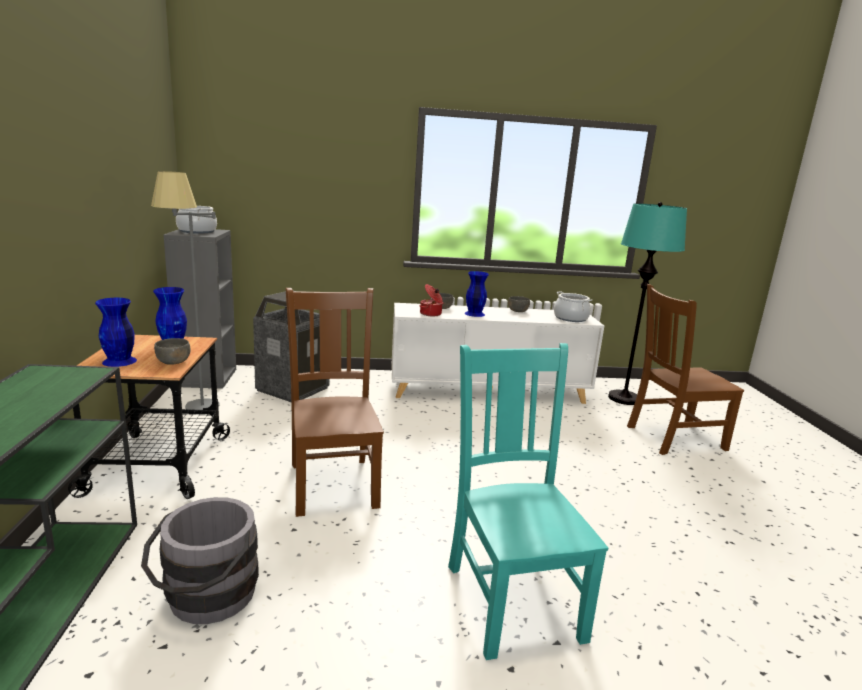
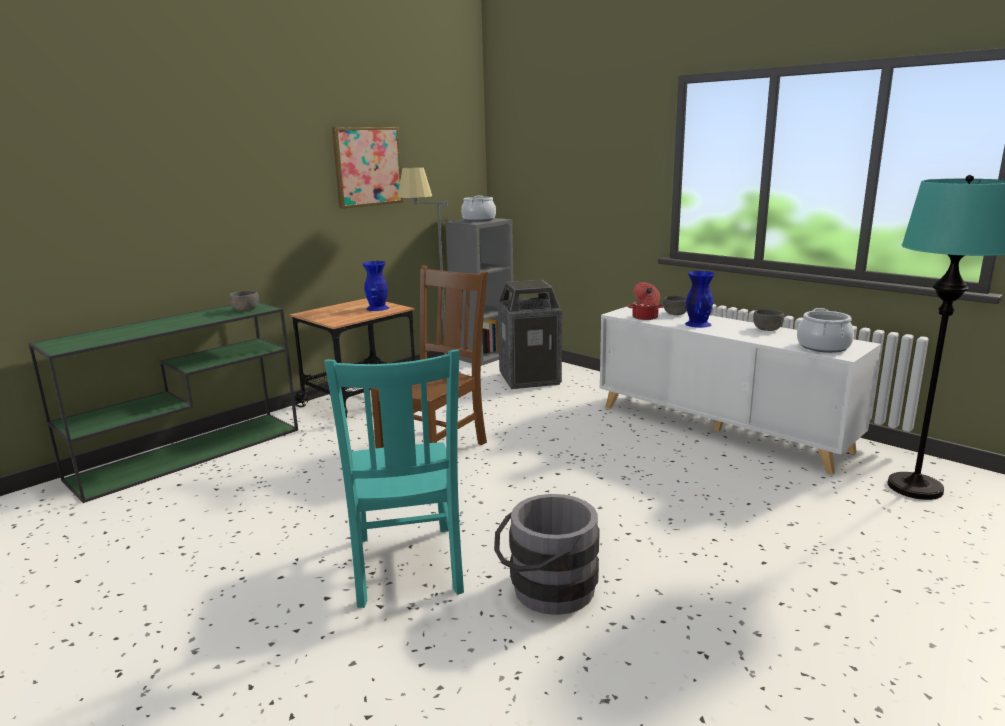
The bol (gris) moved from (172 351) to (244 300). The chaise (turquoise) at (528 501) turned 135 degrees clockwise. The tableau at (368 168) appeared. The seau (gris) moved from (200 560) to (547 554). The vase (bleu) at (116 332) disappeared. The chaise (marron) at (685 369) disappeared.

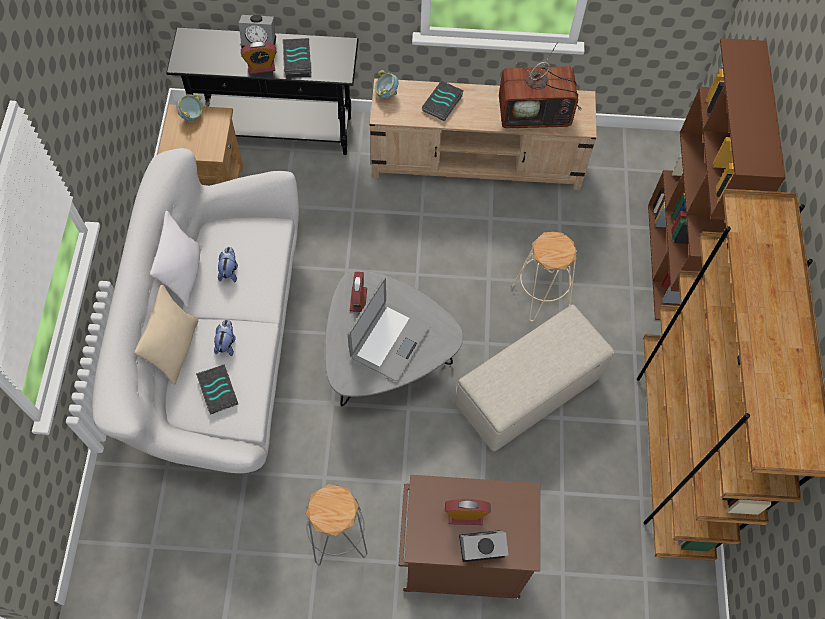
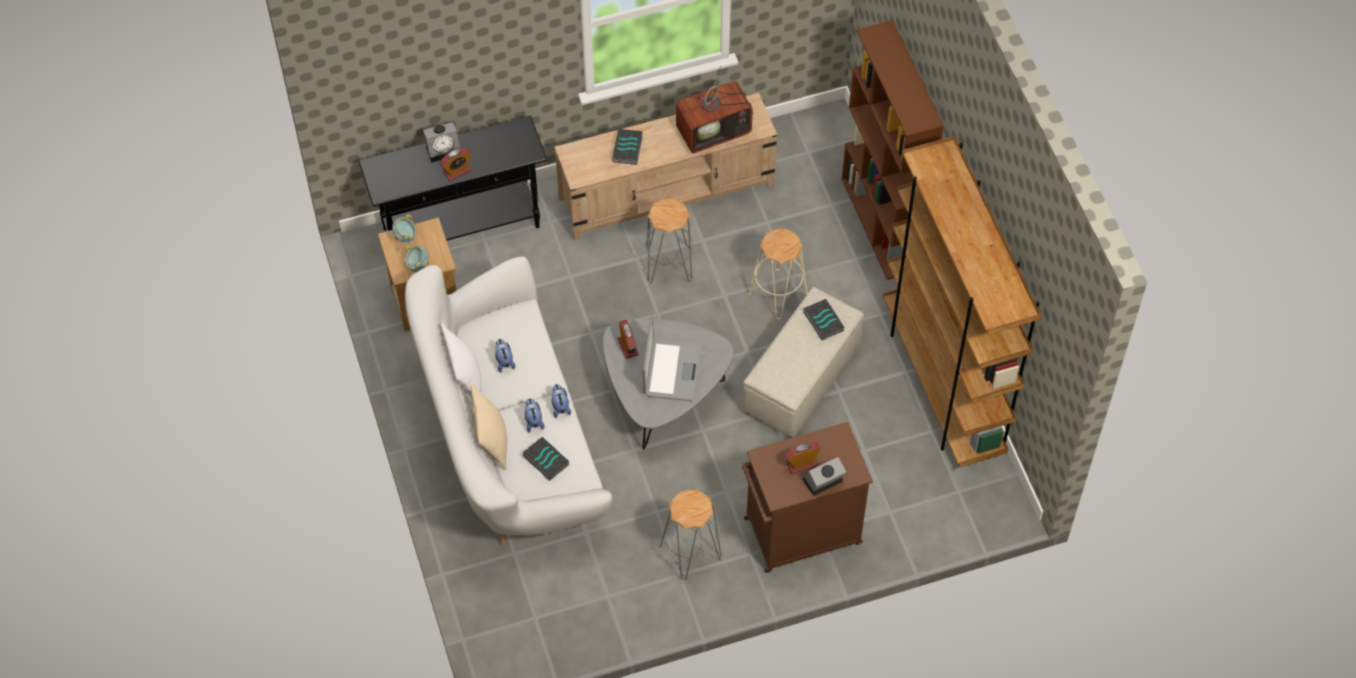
The bol moved from (386 84) to (416 259). The peluche at (561 401) appeared. The tabouret (gris) at (669 240) appeared. The livre moved from (297 56) to (823 320).

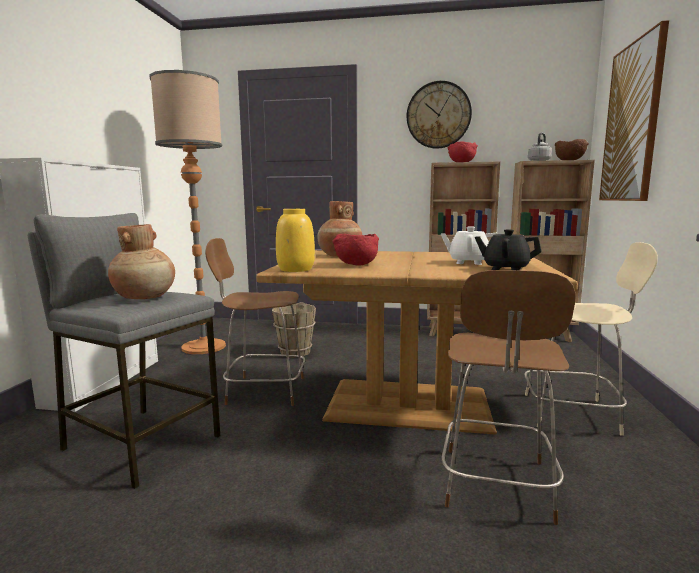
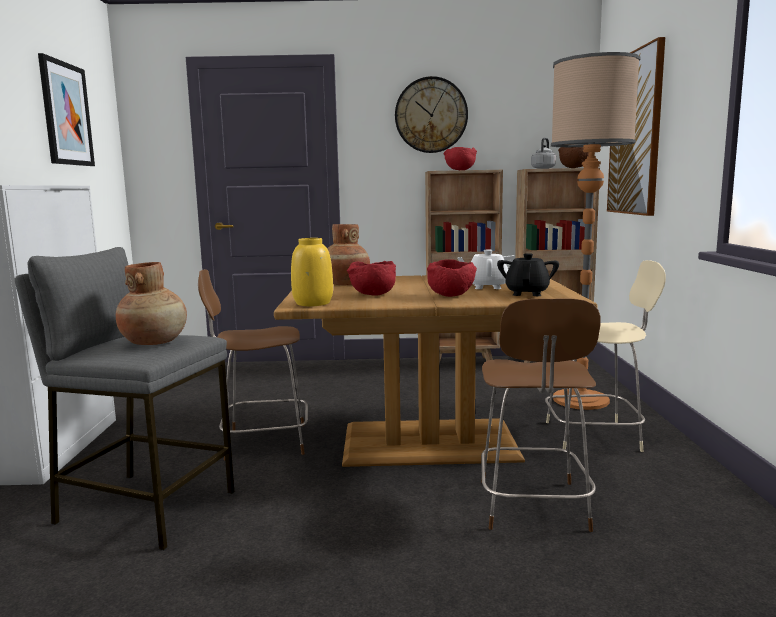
The tableau at (66 109) appeared. The bol (rouge) at (452 278) appeared. The théière (noir) at (508 250) turned 90 degrees clockwise. The lampadaire moved from (187 212) to (596 231). The seau (marron) at (294 330) disappeared.

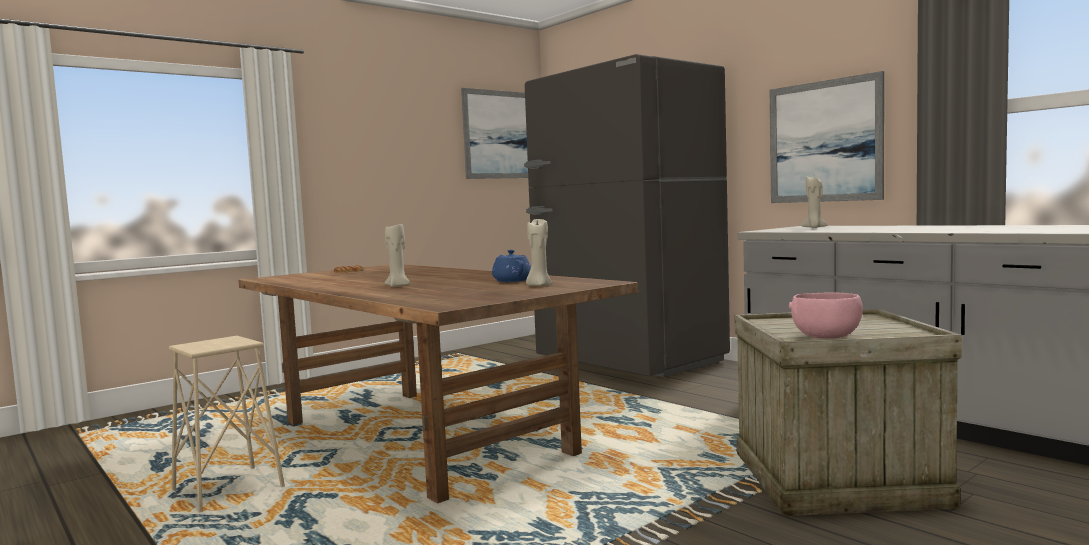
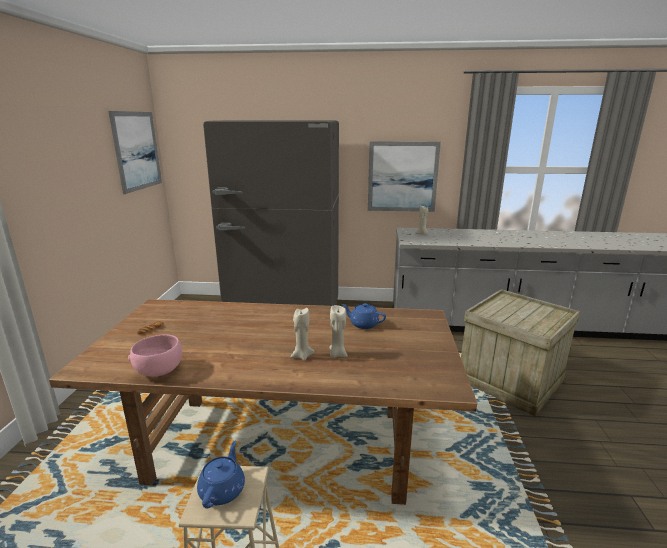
The bol (rose) moved from (826 315) to (155 355). The théière (bleu) at (221 474) appeared. The bougie (beige) moved from (539 252) to (339 331).

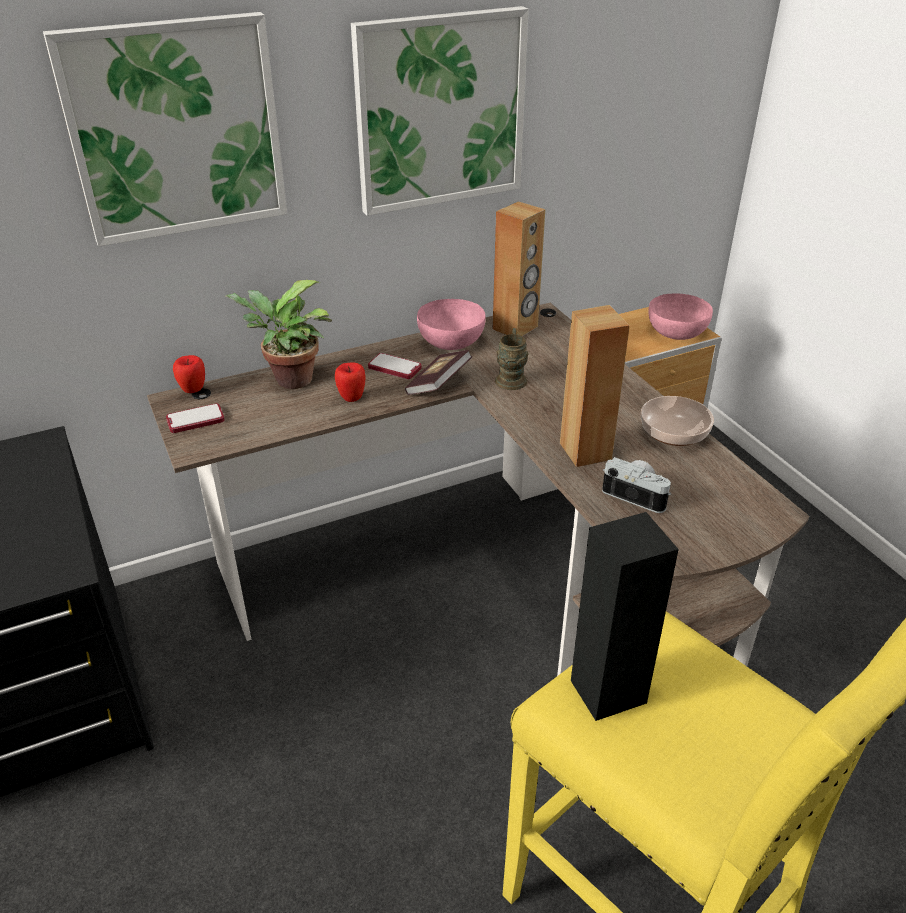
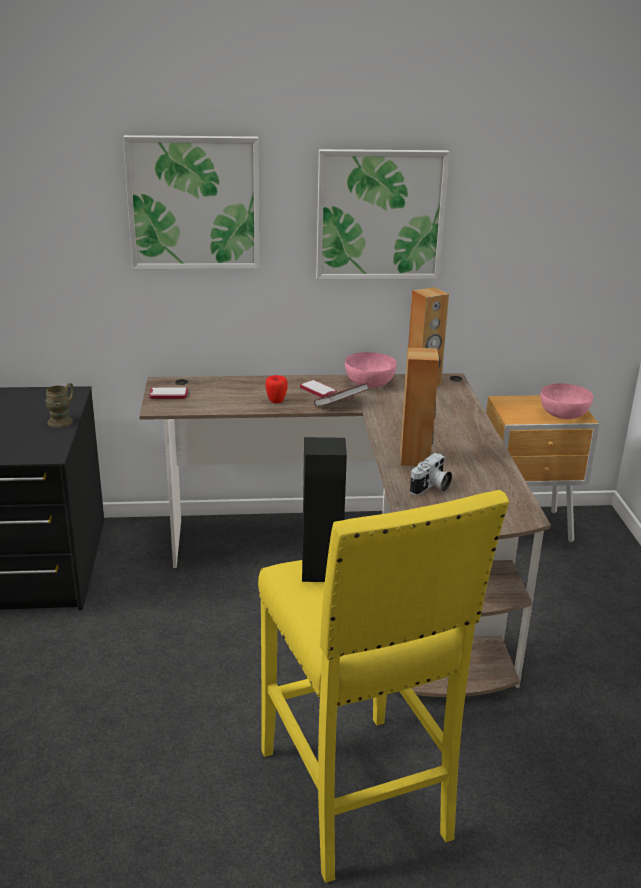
The mug (marron) moved from (512 359) to (59 405). The appareil photo at (636 485) turned 75 degrees clockwise. The pomme at (189 374) disappeared. The plante en pot at (279 334) disappeared. The bol at (677 421) disappeared.

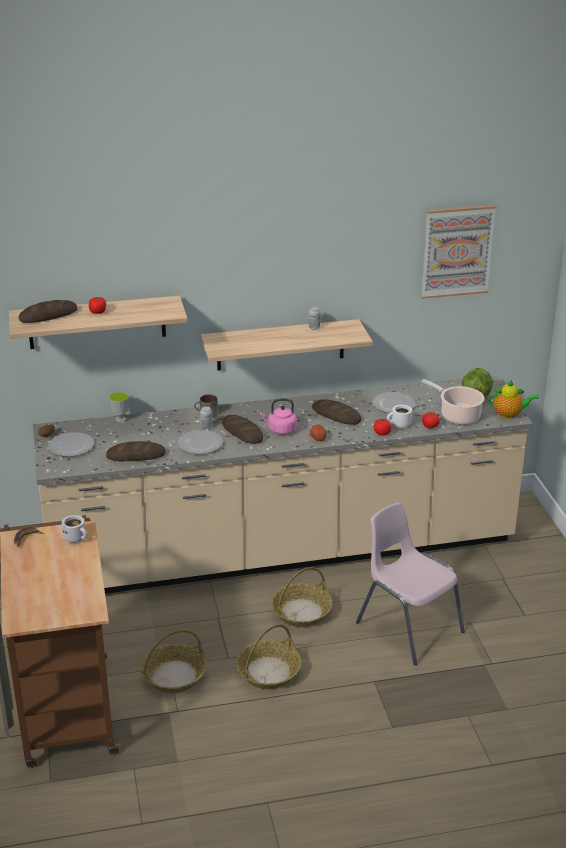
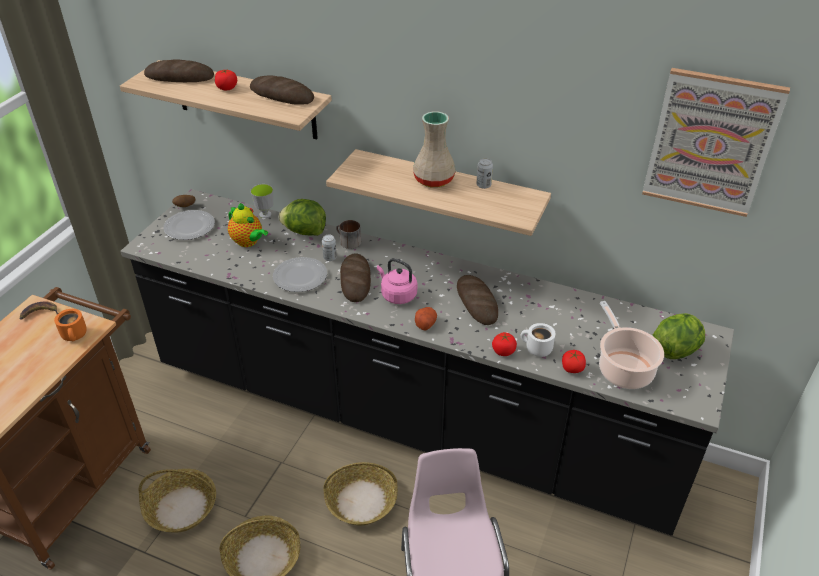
The mug (blanc) at (74 529) became the mug (orange) at (70 325). The comptoir de cuisine (beige) at (283 485) became the comptoir de cuisine (noir) at (427 362). The théière moved from (514 399) to (248 225). The pain moved from (136 451) to (282 89). The laitue at (302 217) appeared. The vase (beige) at (434 149) appeared. The assiette at (393 402) disappeared.

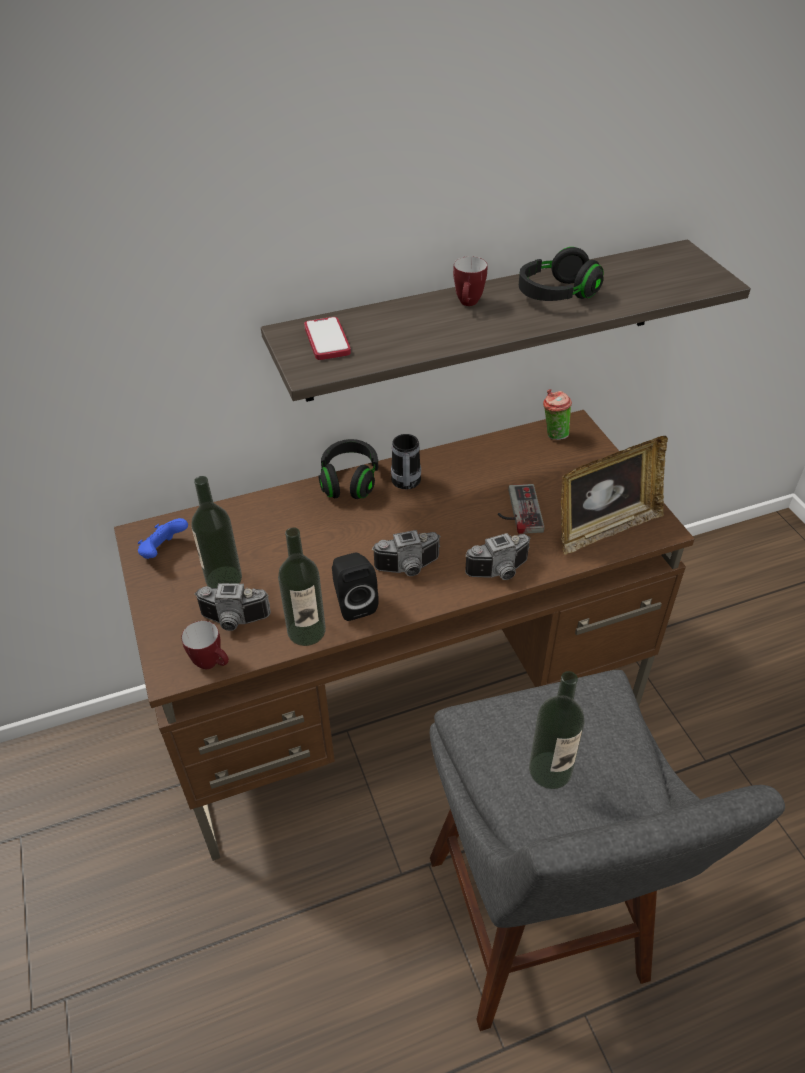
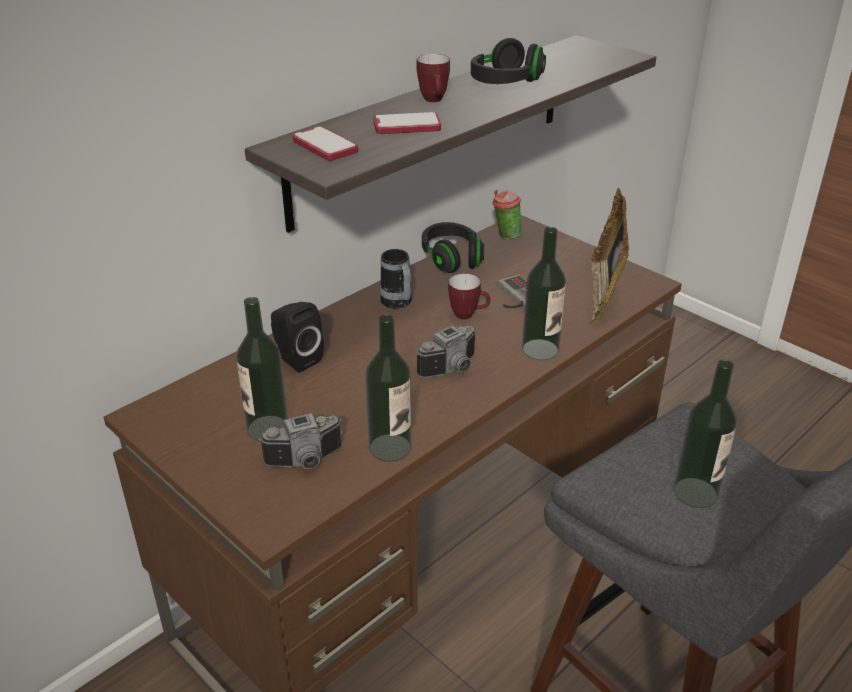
The enceinte (noir) moved from (355 587) to (297 337). The téléphone at (407 123) appeared. The casque audio (noir) moved from (348 469) to (453 247). The mug moved from (205 645) to (469 296). The appareil photo at (498 556) was replaced by the bouteille at (544 293). The cadre photo at (614 495) turned 150 degrees clockwise. The manette (bleu) at (163 538) disappeared.

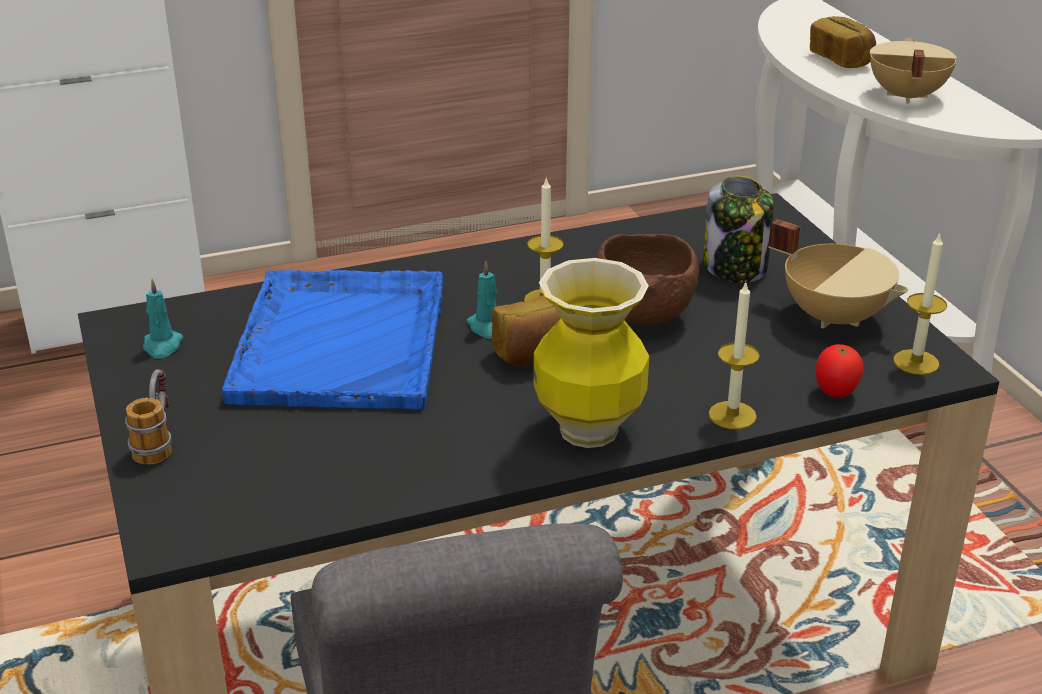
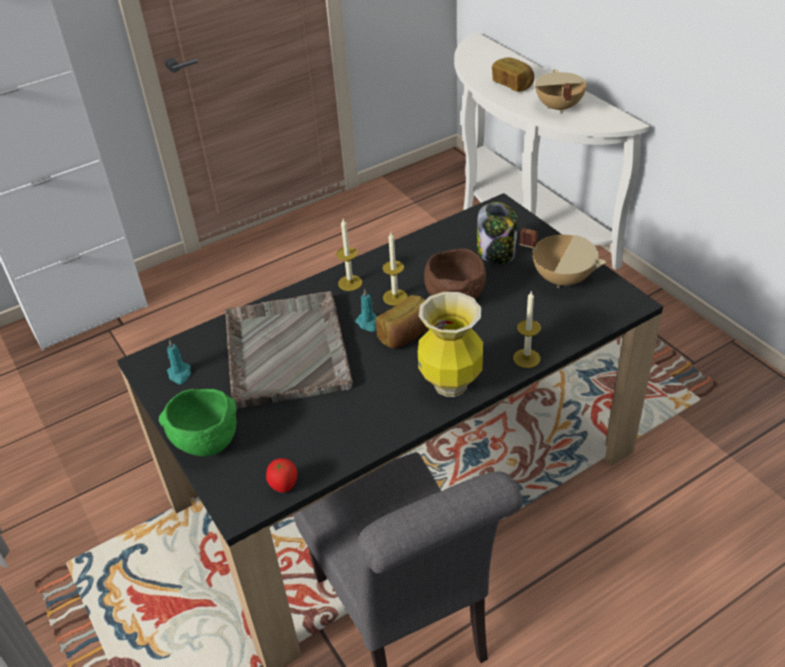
The mug at (148 417) was replaced by the bol (vert) at (198 423). The plateau (bleu) at (332 339) became the plateau (gris) at (288 349). The tomate moved from (839 371) to (281 475). The bougie moved from (920 303) to (349 255).

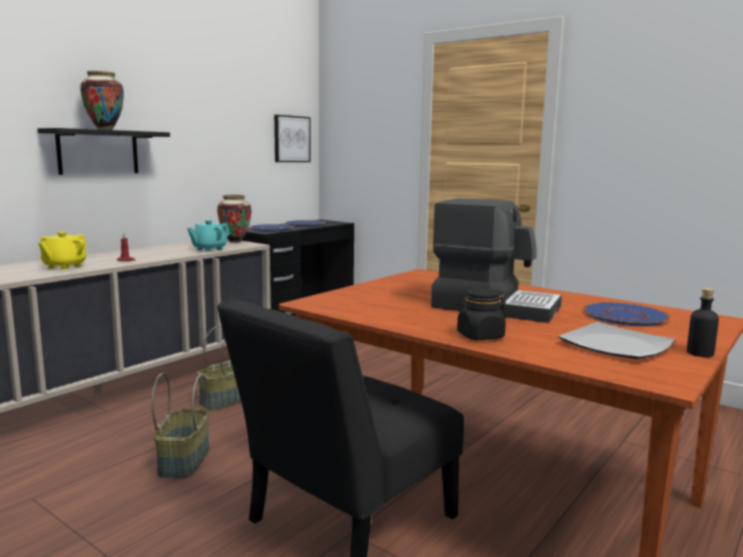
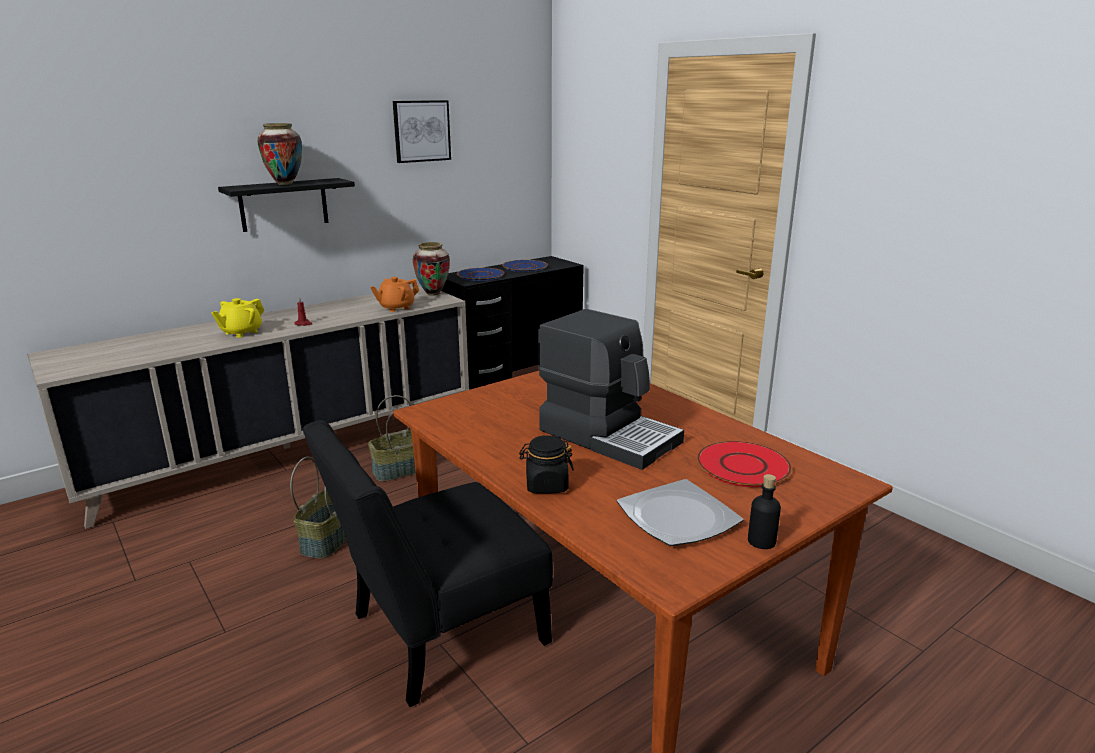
The théière (turquoise) at (208 236) became the théière (orange) at (394 294). The tableau moved from (292 138) to (422 131). The assiette (bleu) at (626 314) became the assiette (rouge) at (744 464).

